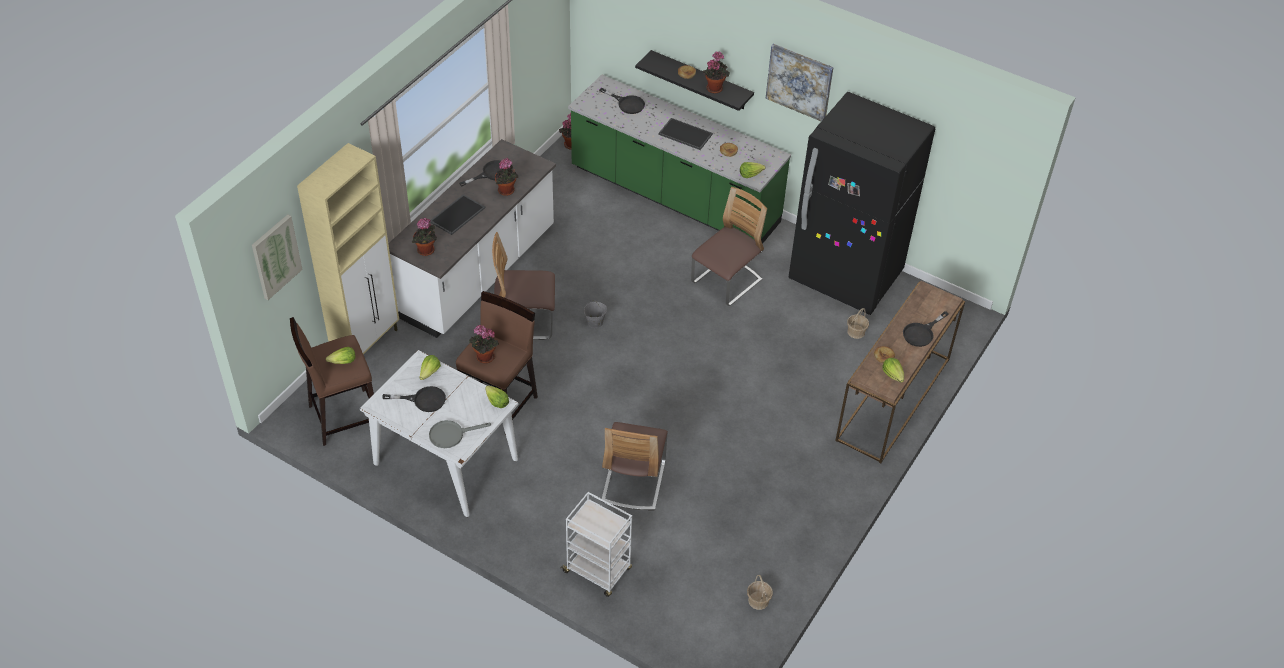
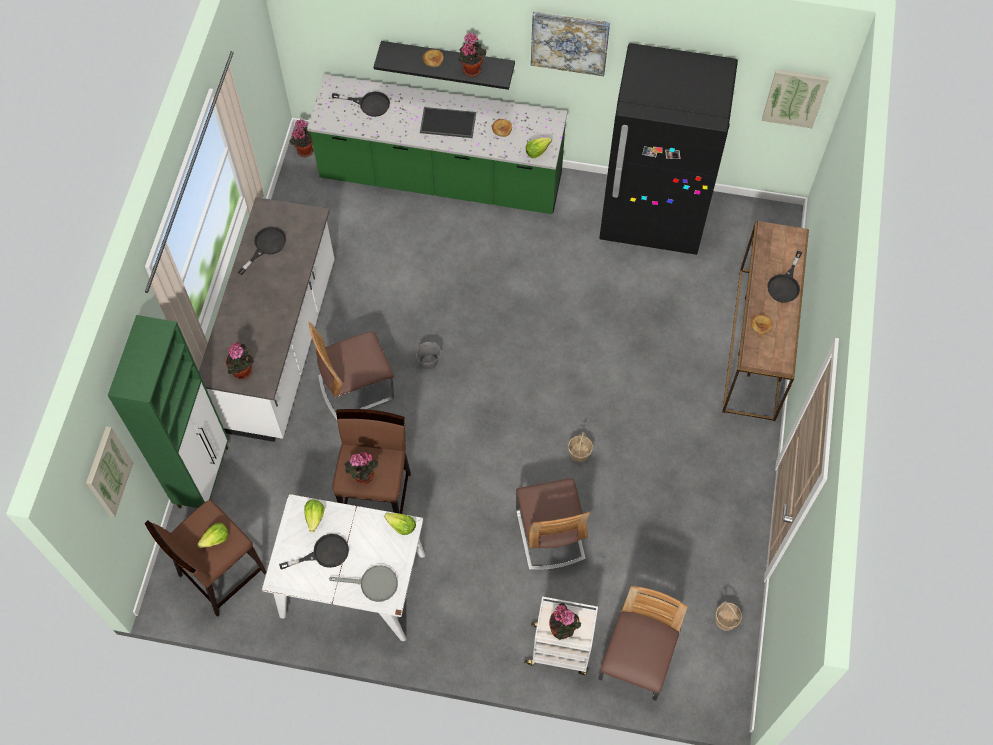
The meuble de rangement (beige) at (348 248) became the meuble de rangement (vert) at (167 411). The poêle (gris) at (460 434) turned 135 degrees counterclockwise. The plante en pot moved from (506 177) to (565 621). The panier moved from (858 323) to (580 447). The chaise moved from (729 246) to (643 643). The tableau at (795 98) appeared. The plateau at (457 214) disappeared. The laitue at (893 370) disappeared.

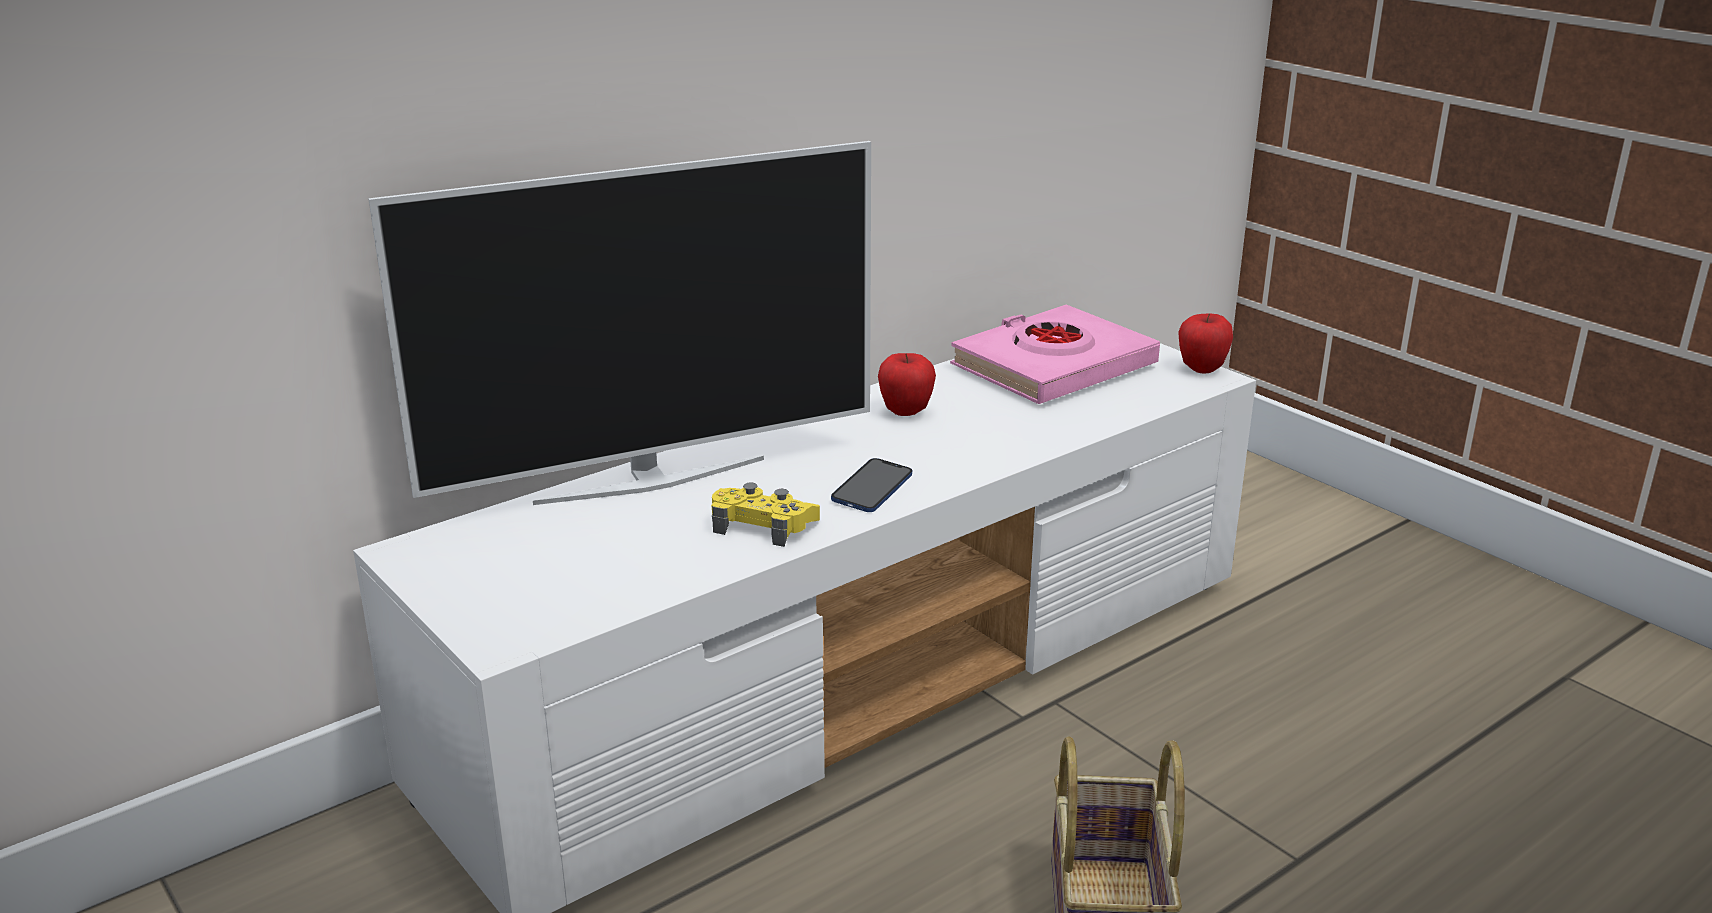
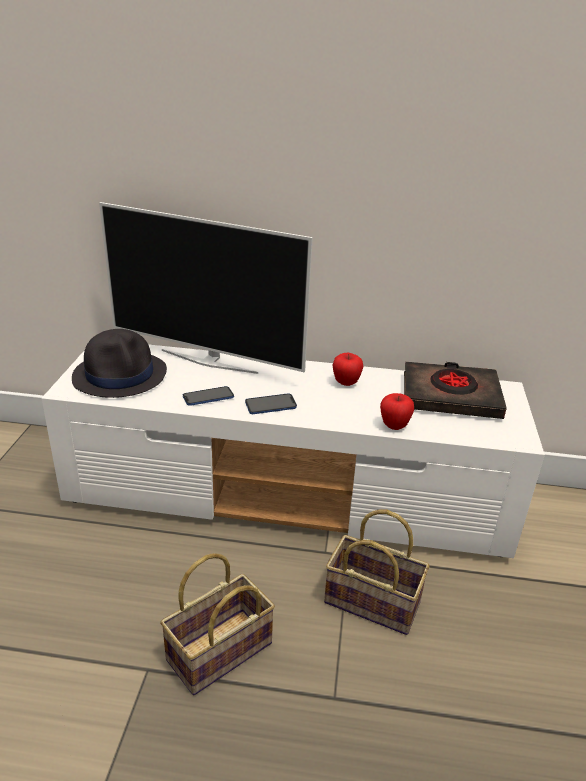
The chapeau (noir) at (119 363) appeared. The manette (jaune) at (765 515) was replaced by the téléphone at (208 396). The panier at (377 572) appeared. The pomme moved from (1205 343) to (397 411). The livre (rose) at (1055 354) became the livre (noir) at (455 390).

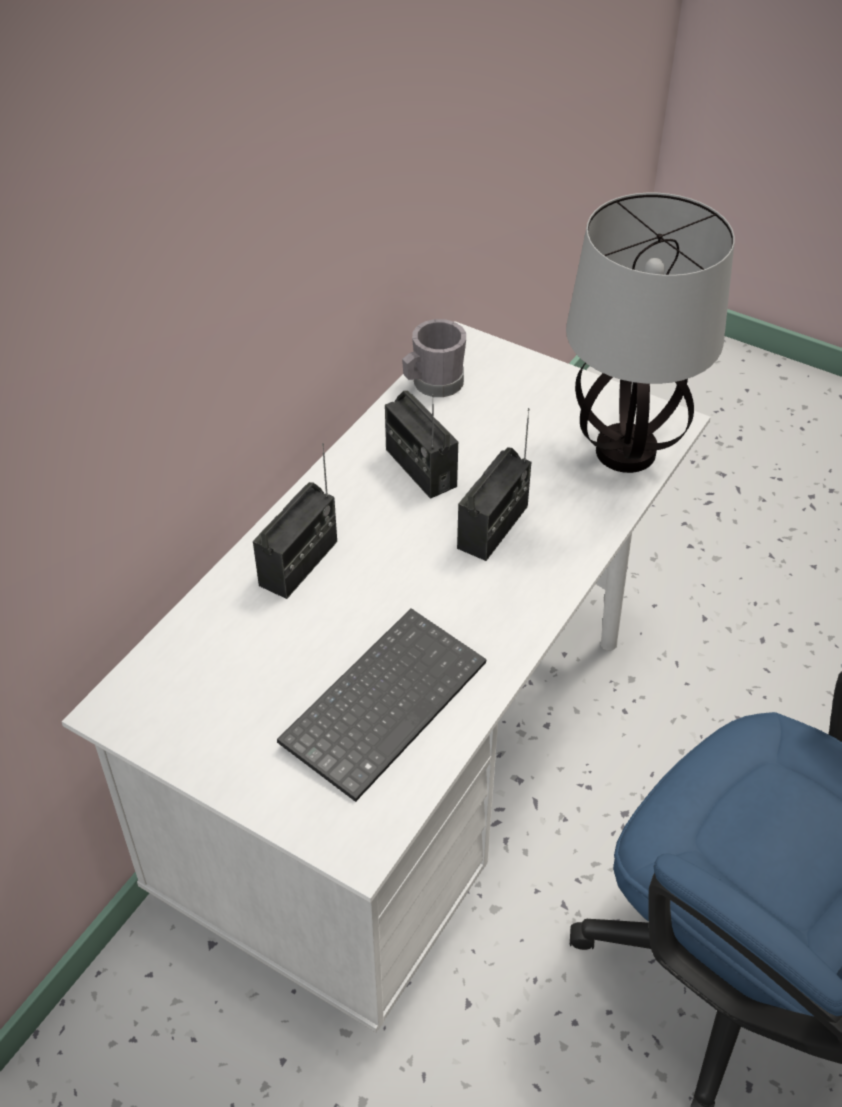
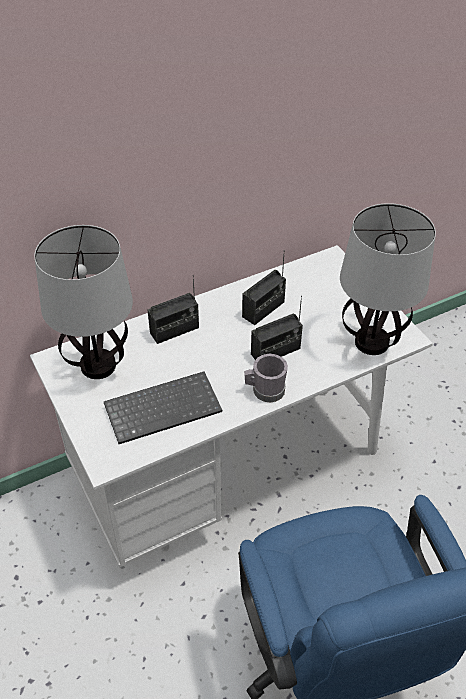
The lampe de table at (83 302) appeared. The radio at (421 445) turned 135 degrees counterclockwise. The mug (gris) moved from (434 358) to (266 378).

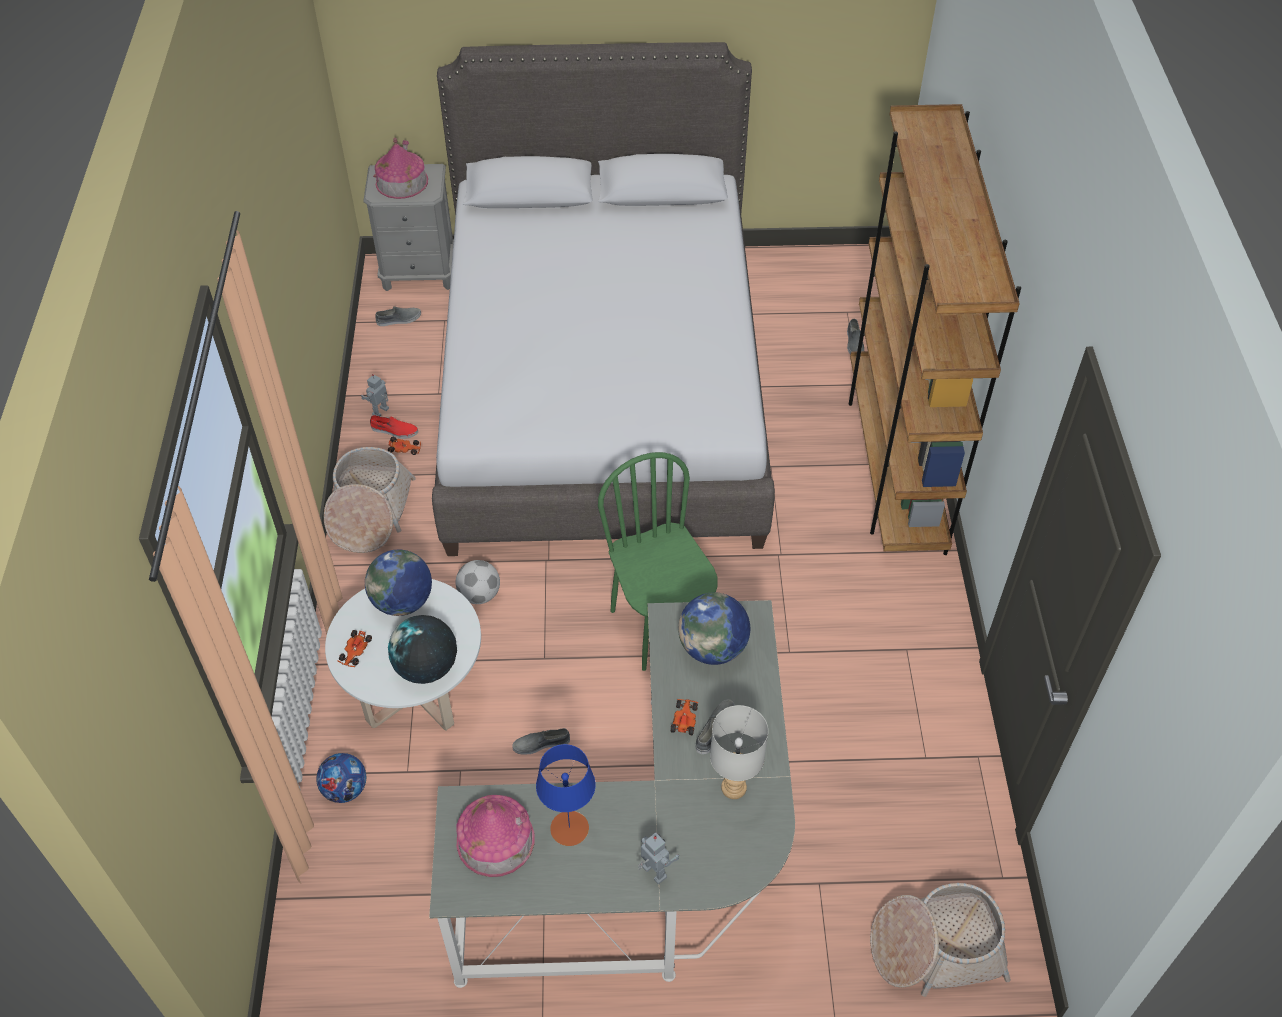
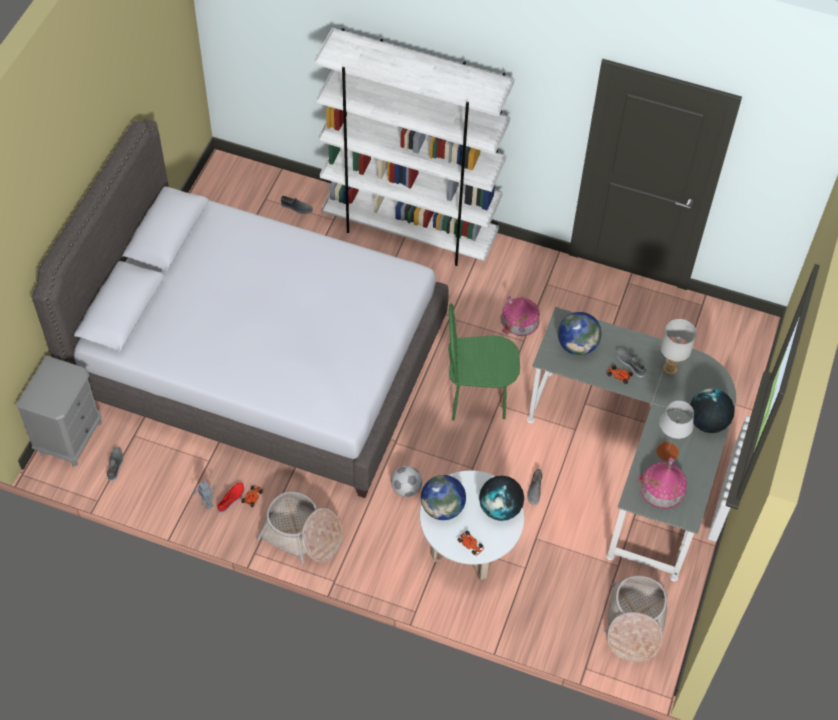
The bibliothèque (marron) at (935 329) became the bibliothèque (blanc) at (414 146). The maison miniature moved from (400 168) to (520 316). The panier moved from (940 940) to (636 619). The lampe de table (bleu) at (566 795) became the lampe de table (gris) at (675 431). The robot jouet at (658 858) was replaced by the globe at (712 410). The ballon de foot at (341 778) disappeared.

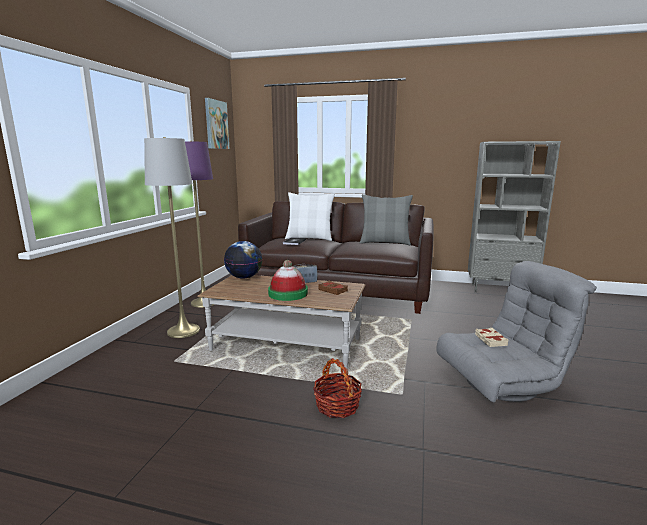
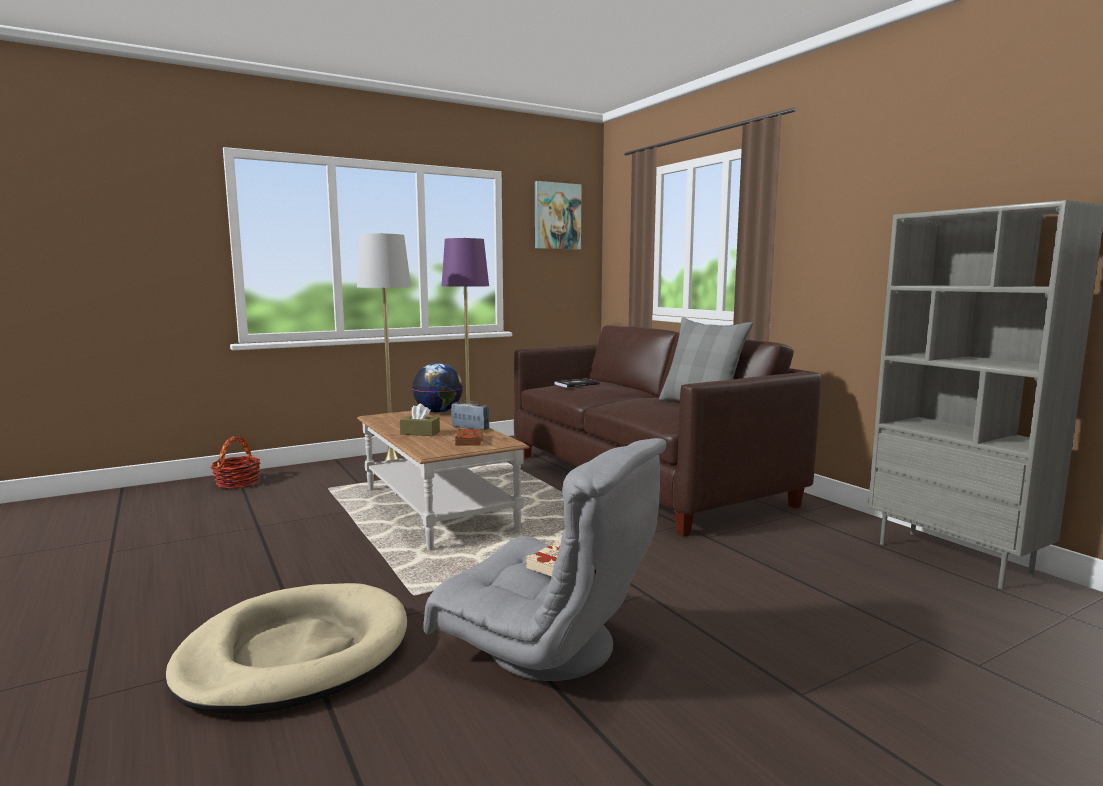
The panier pour chien (beige) at (286 648) appeared. The panier moved from (337 388) to (235 463). The chapeau at (288 280) was replaced by the boîte à mouchoirs (marron) at (420 420). The coussin (blanc) at (310 216) disappeared.

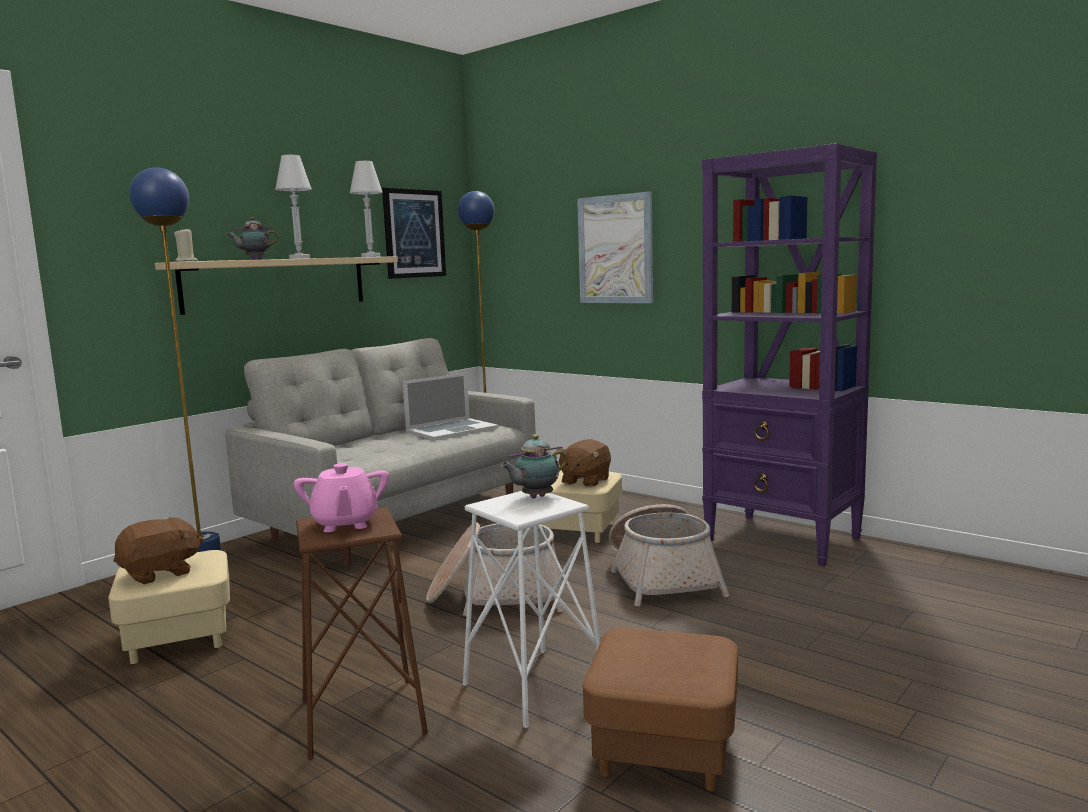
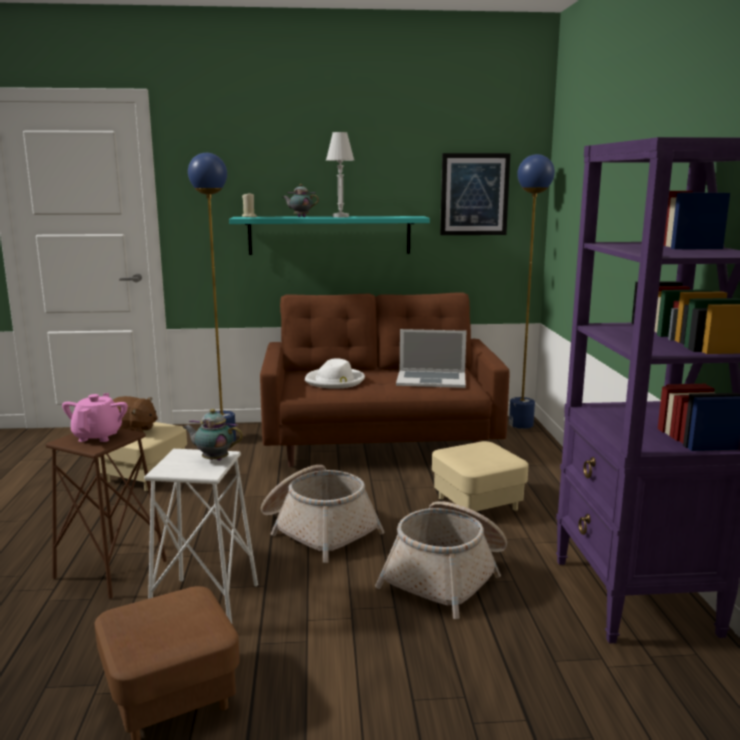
The théière (rose) at (341 497) turned 150 degrees clockwise. The étagère (beige) at (276 285) became the étagère (turquoise) at (329 235). The canapé (gris) at (380 452) became the canapé (marron) at (385 380). The chapeau (blanc) at (335 373) appeared. The lampe de table (blanc) at (366 209) disappeared. The peluche (marron) at (583 463) disappeared. The tableau at (615 247) disappeared.

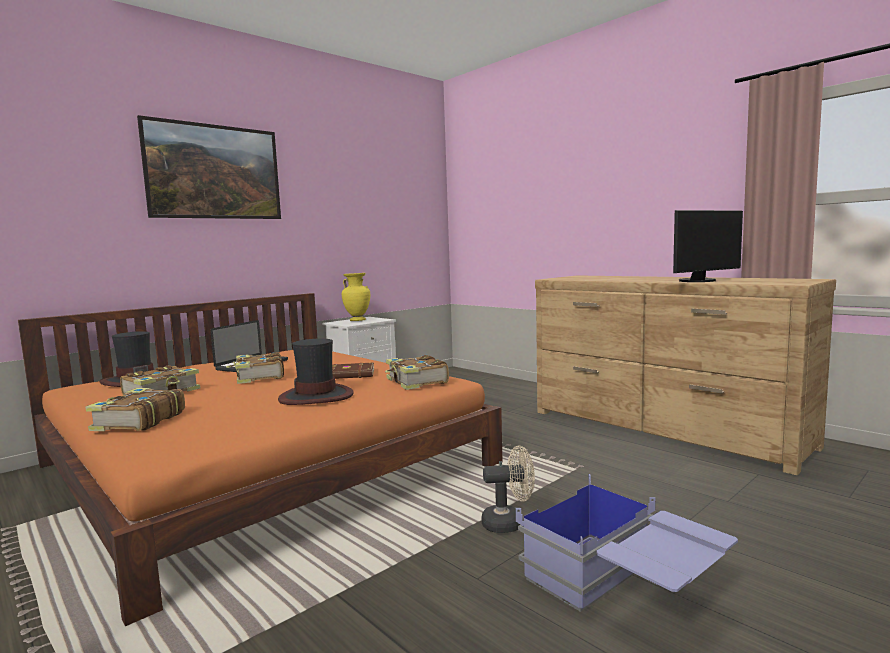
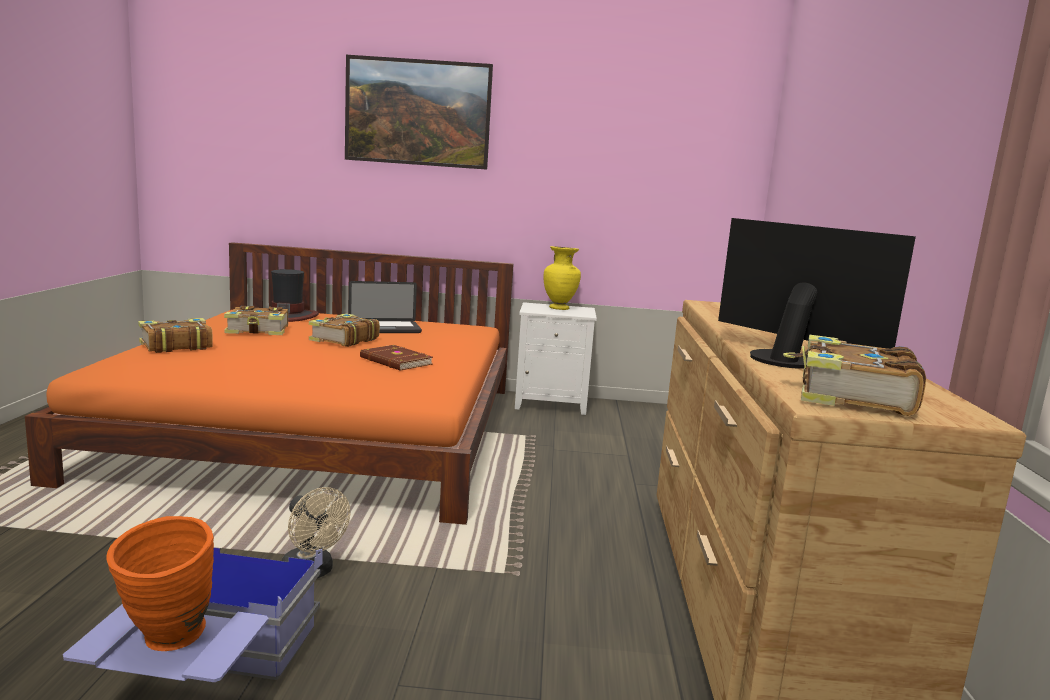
The vase (orange) at (160 583) appeared. The écran d'ordinateur at (708 246) turned 150 degrees counterclockwise. The livre moved from (417 372) to (854 375). The chapeau at (316 371) disappeared.

